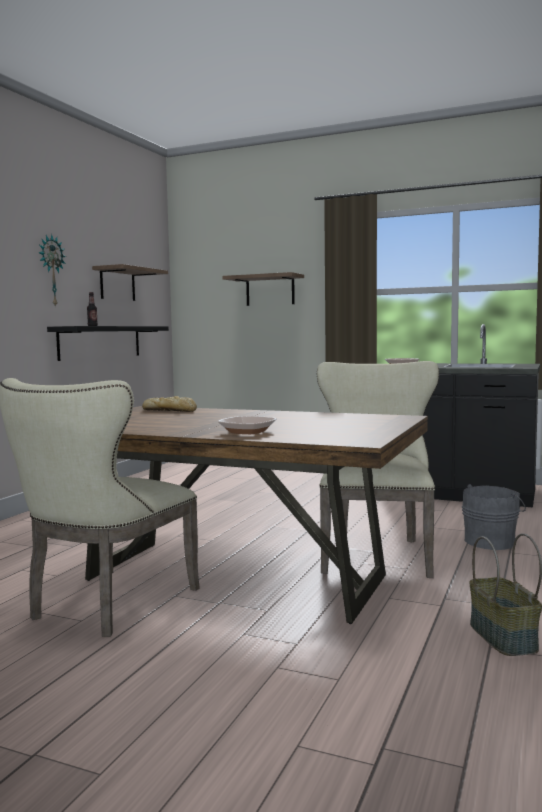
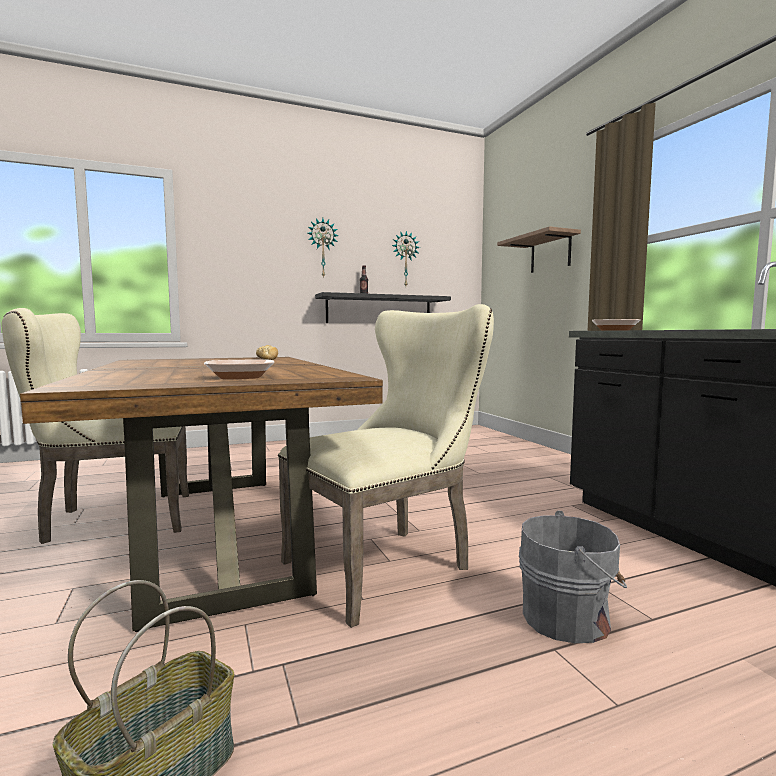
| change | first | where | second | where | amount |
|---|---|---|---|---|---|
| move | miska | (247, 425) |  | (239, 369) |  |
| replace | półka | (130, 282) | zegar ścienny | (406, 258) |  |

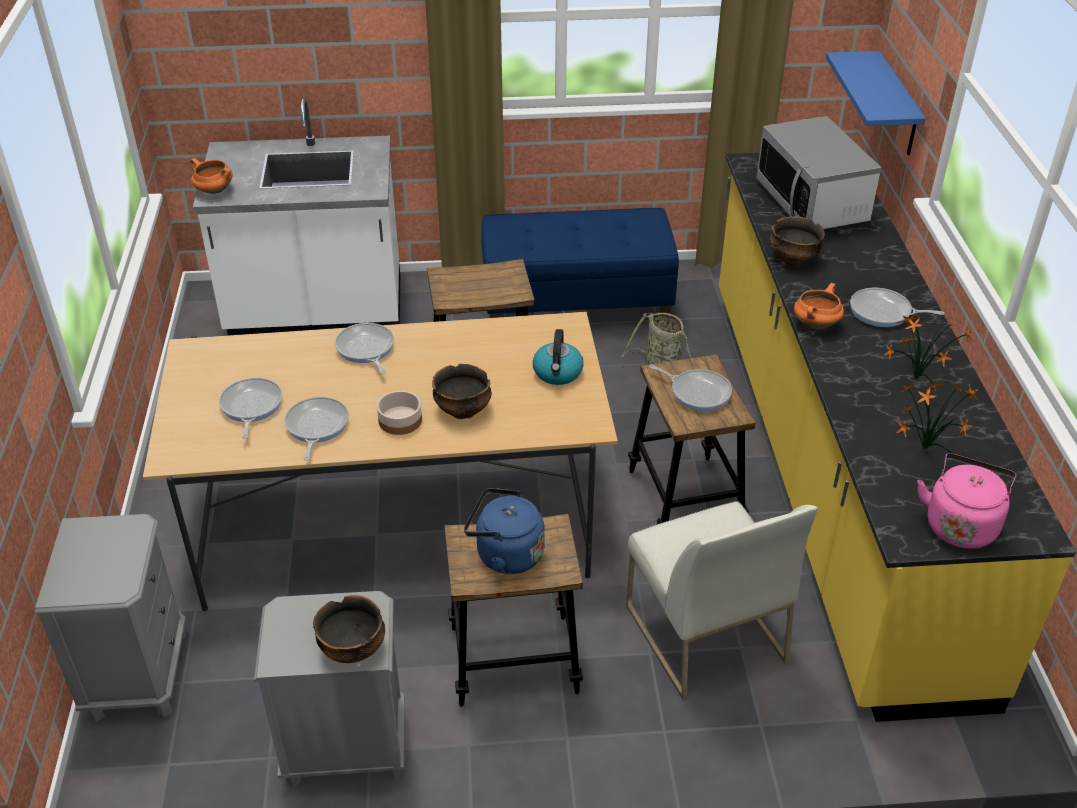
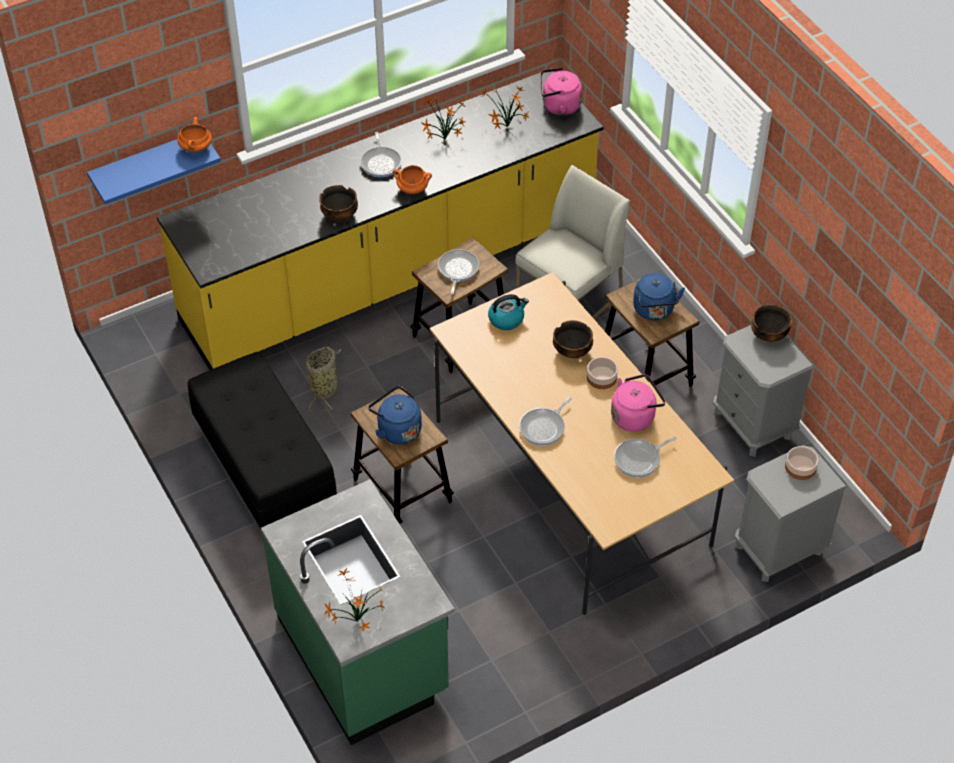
| change | first | where | second | where | amount |
|---|---|---|---|---|---|
| delete | mikrofalówka | (819, 172) |  |  |  |
| insert |  |  | roślina doniczkowa | (354, 600) |  |
| insert |  |  | czajnik [niebieski] | (395, 415) |  |
| insert |  |  | miska | (802, 463) |  |
| move | garnek [pomarańczowy] | (211, 176) |  | (194, 135) |  |
| replace | patelnia | (316, 428) | czajnik [różowy] | (638, 403) |  |
| recolor | zabudowa kuchenna [biały] | (296, 216) | zabudowa kuchenna [zielony] | (358, 612) |  |
| recolor | ławka [niebieski] | (580, 263) | ławka [czarny] | (262, 440) |  |

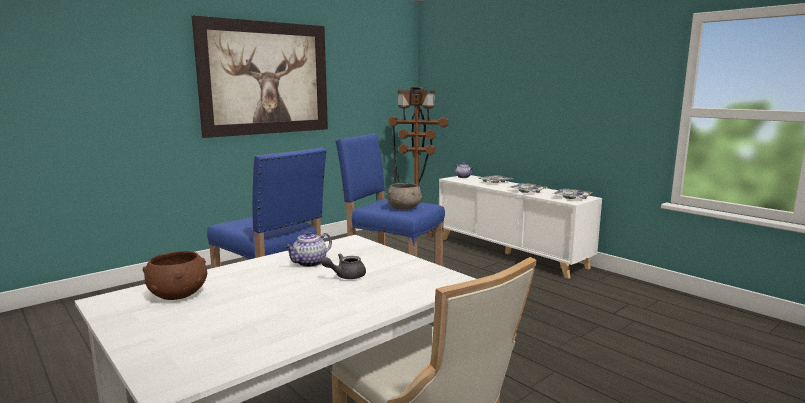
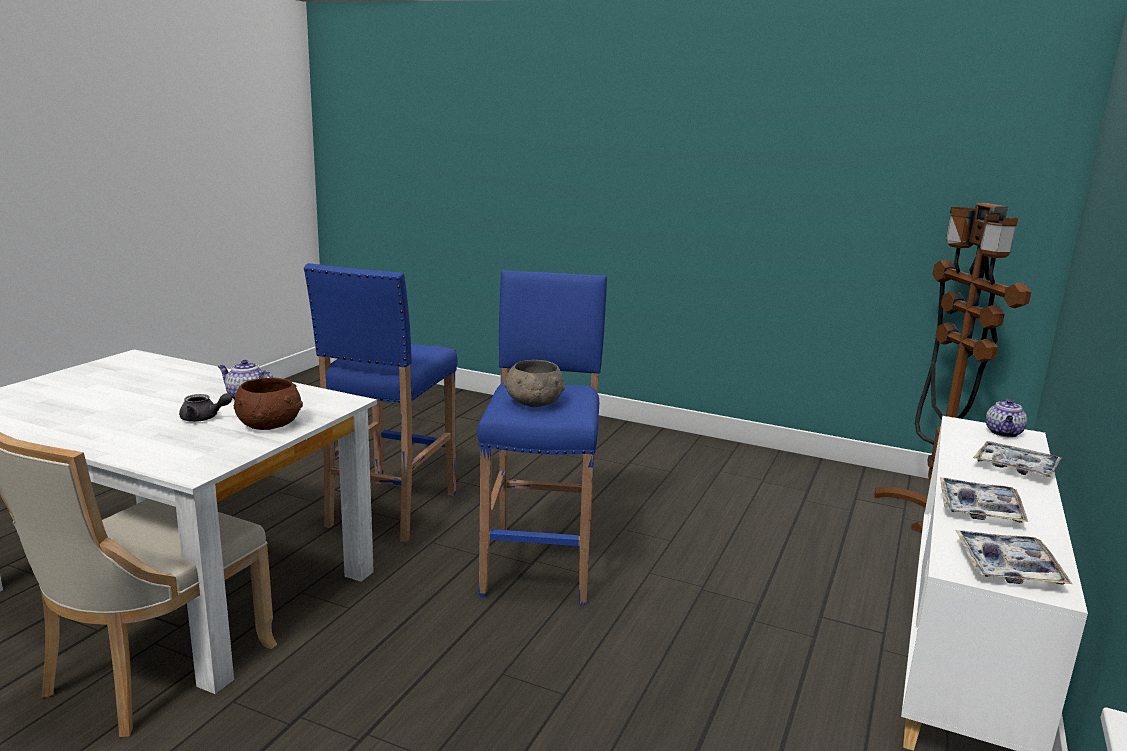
| change | first | where | second | where | amount |
|---|---|---|---|---|---|
| delete | obraz | (260, 76) |  |  |  |
| move | miska [brązowy] | (175, 275) |  | (268, 404) |  |
| rotate | imbryk [szary] | (343, 266) |  | (205, 407) | 150 degrees clockwise |

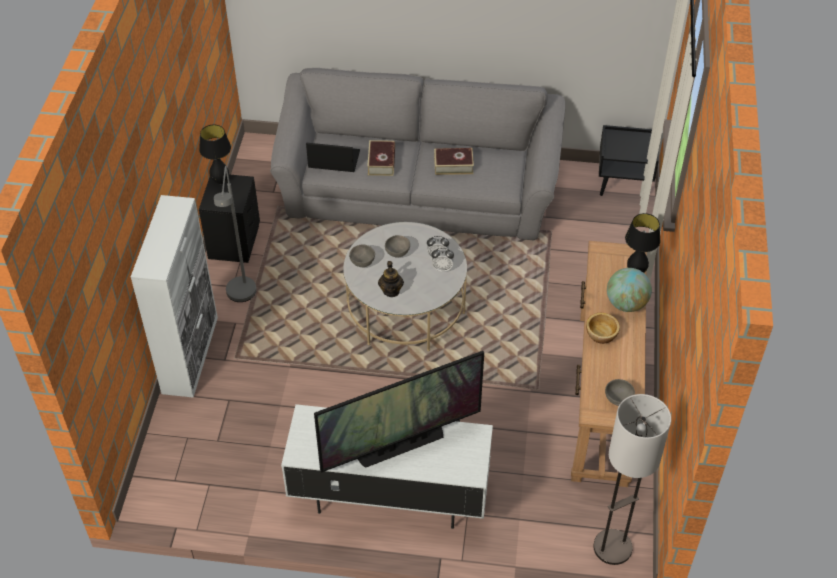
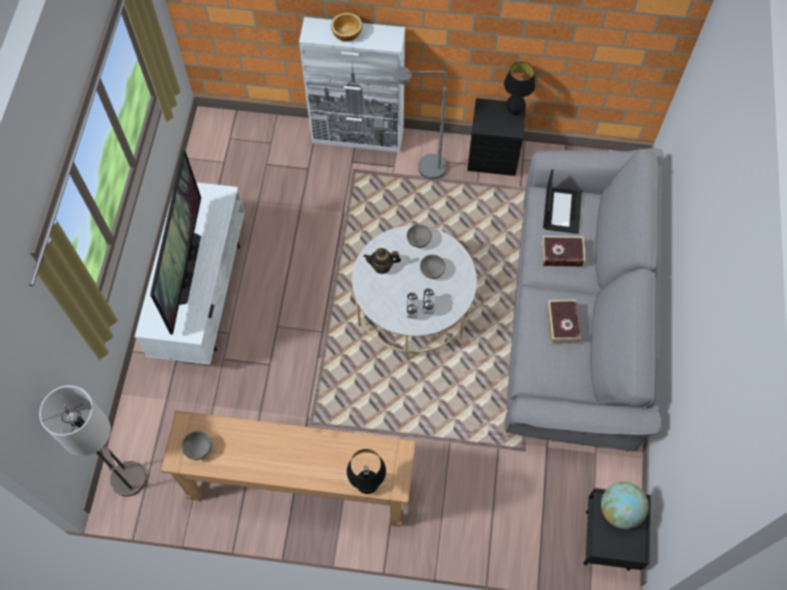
| change | first | where | second | where | amount |
|---|---|---|---|---|---|
| move | miska | (603, 328) |  | (346, 27) |  |
| move | globus | (629, 290) |  | (625, 505) |  |
| rotate | telewizor | (399, 412) |  | (175, 242) | 150 degrees counterclockwise |

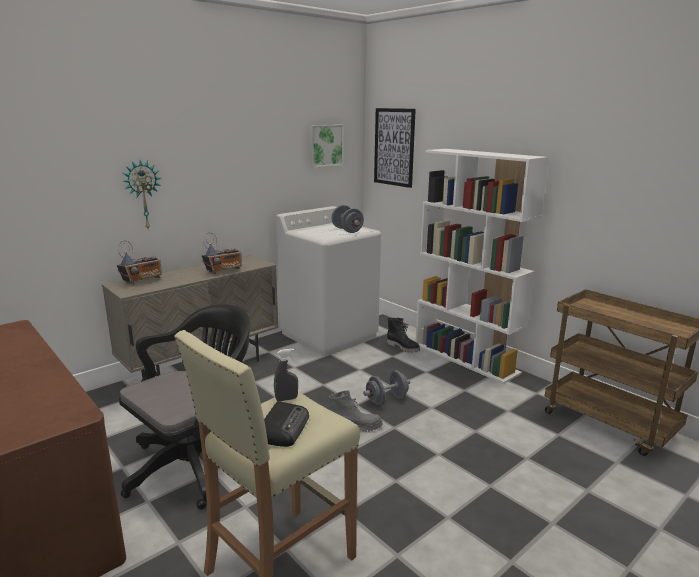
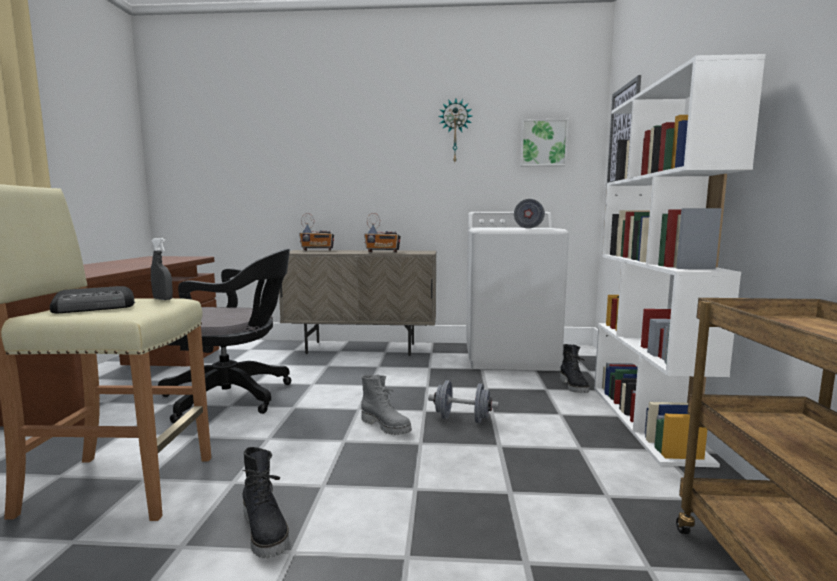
| change | first | where | second | where | amount |
|---|---|---|---|---|---|
| insert |  |  | but z cholewką [czarny] | (265, 502) |  |
| move | zegar ścienny | (142, 194) |  | (455, 130) |  |

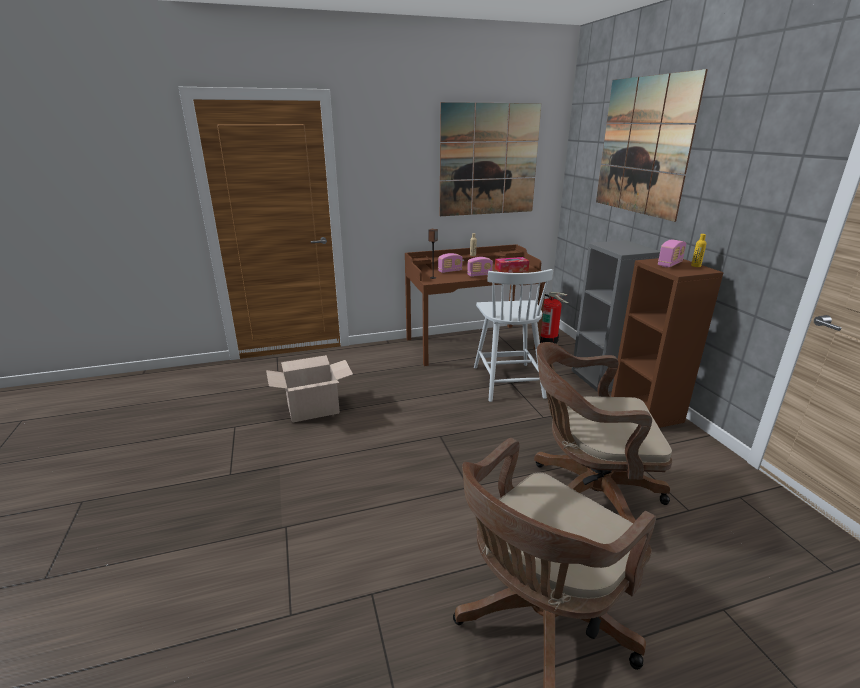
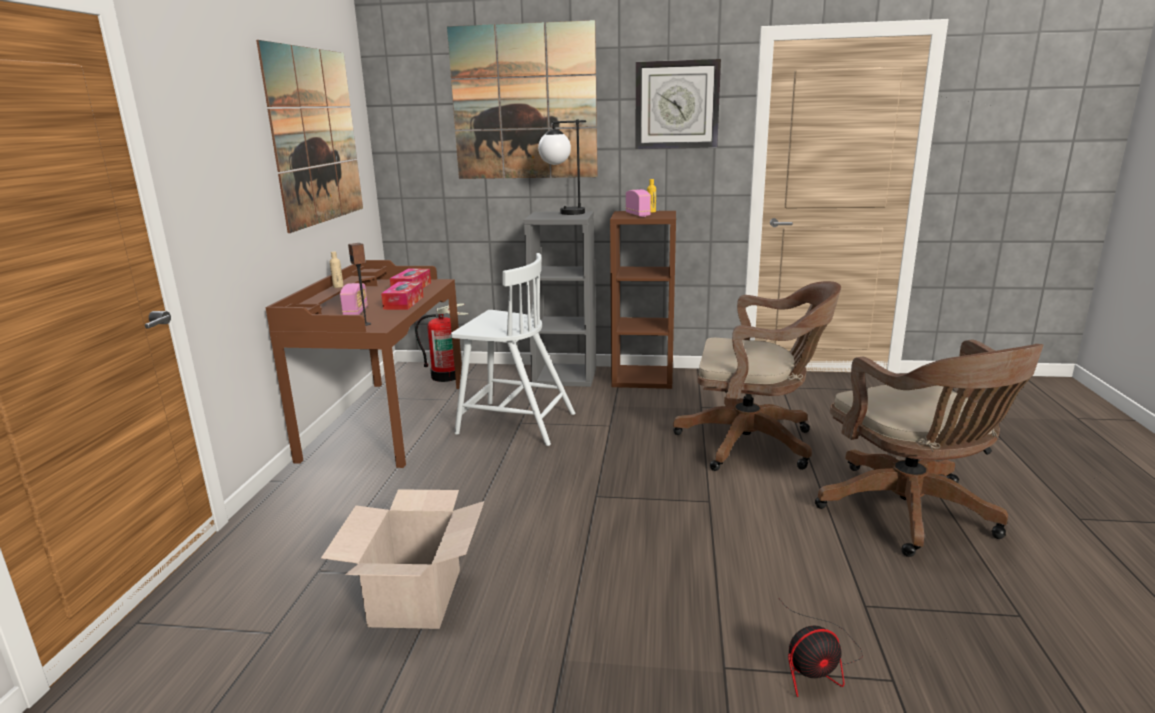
| change | first | where | second | where | amount |
|---|---|---|---|---|---|
| insert |  |  | lampa stołowa | (562, 167) |  |
| insert |  |  | zegar ścienny | (678, 104) |  |
| insert |  |  | wentylator | (821, 647) |  |
| replace | radio | (480, 267) | pudełko chusteczek | (402, 296) |  |
| rotate | krzesło biurowe [brązowy] | (603, 432) |  | (757, 376) | 105 degrees counterclockwise |

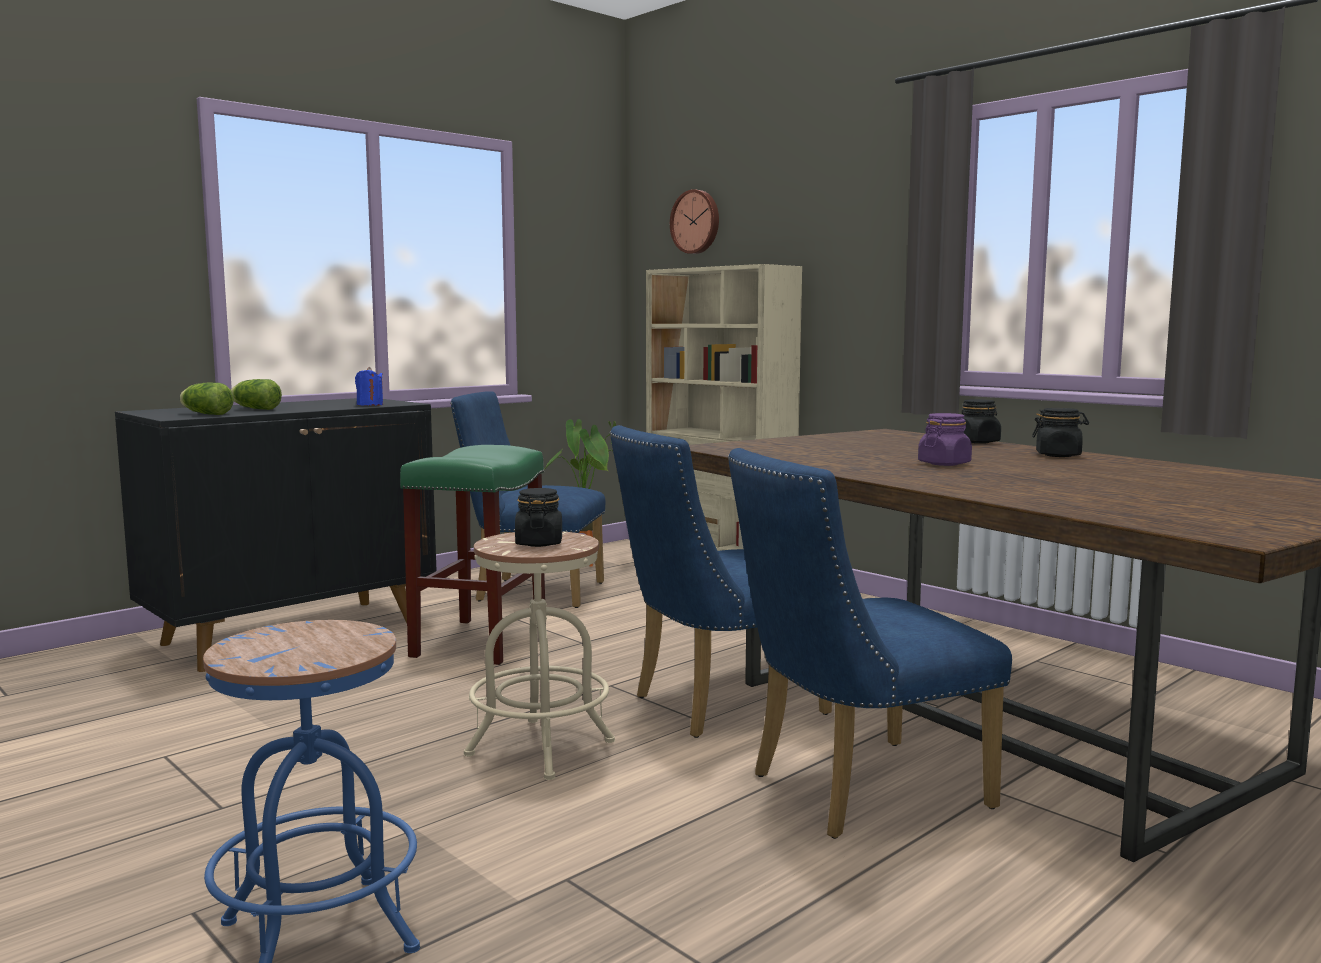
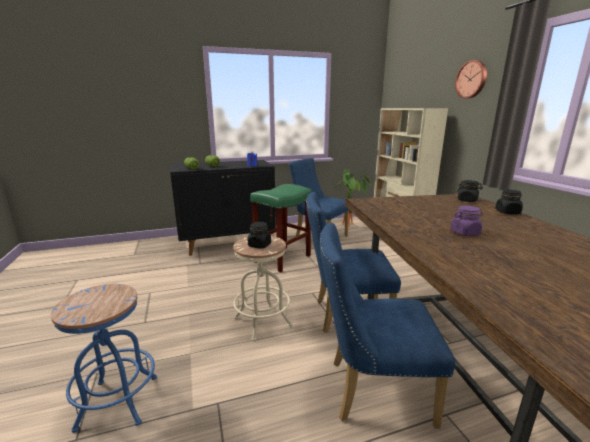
| change | first | where | second | where | amount |
|---|---|---|---|---|---|
| move | zegar ścienny | (694, 221) |  | (471, 79) |  |
| move | słoik [czarny] | (1060, 432) |  | (470, 191) |  |

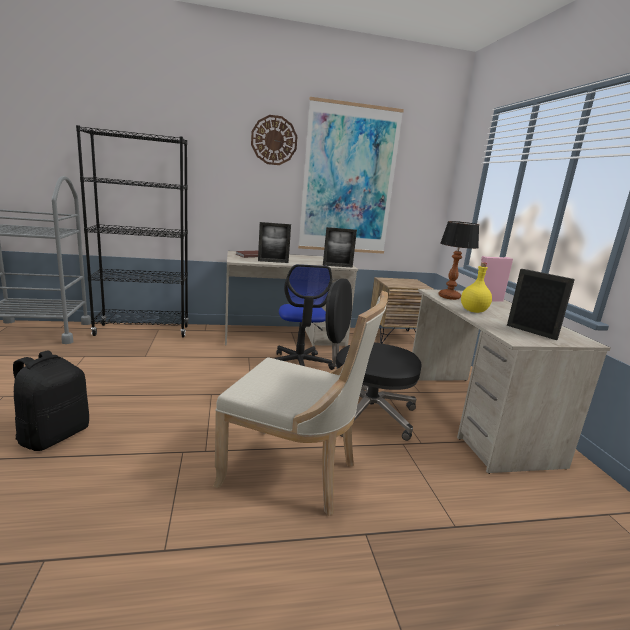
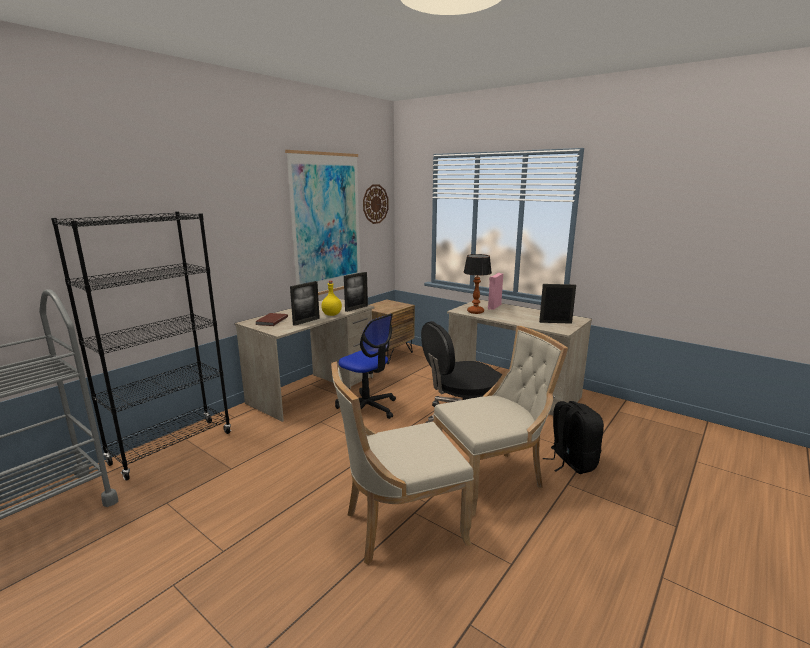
| change | first | where | second | where | amount |
|---|---|---|---|---|---|
| insert |  |  | krzesło [beżowy] | (402, 463) |  |
| move | plecak [czarny] | (51, 400) |  | (573, 437) |  |
| move | zegar ścienny | (274, 140) |  | (376, 204) |  |
| move | butelka [żółty] | (476, 287) |  | (331, 298) |  |

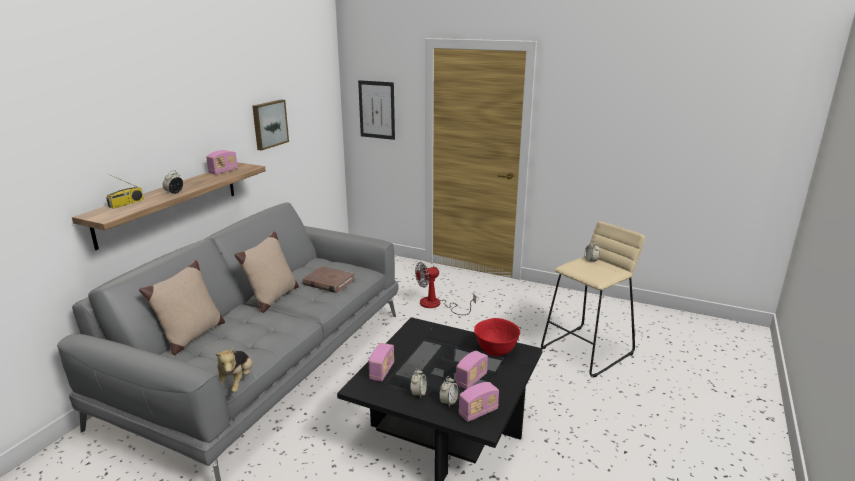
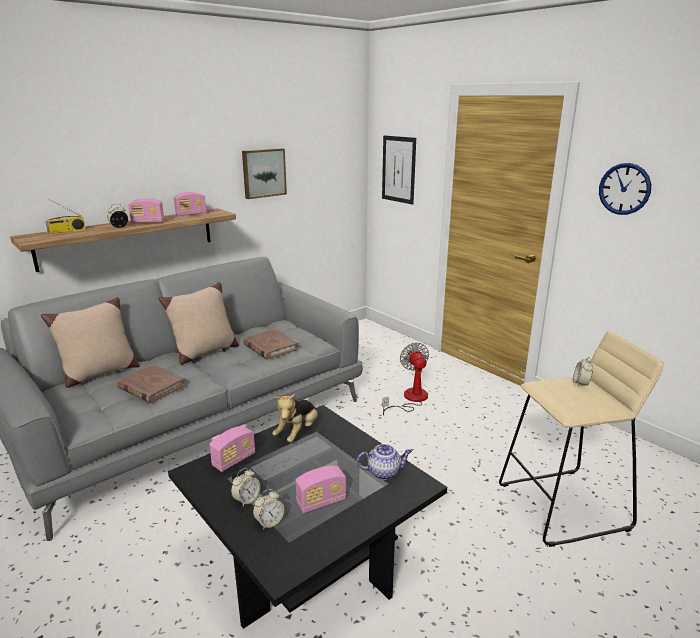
| change | first | where | second | where | amount |
|---|---|---|---|---|---|
| insert |  |  | książka [brązowy] | (151, 383) |  |
| insert |  |  | zegar ścienny | (625, 189) |  |
| move | pluszak | (234, 370) |  | (295, 418) |  |
| move | radio | (479, 402) |  | (146, 210) |  |
| replace | miska [czerwony] | (497, 337) | imbryk | (384, 462) |  |
| rotate | wentylator | (445, 288) |  | (405, 378) | 75 degrees clockwise |

